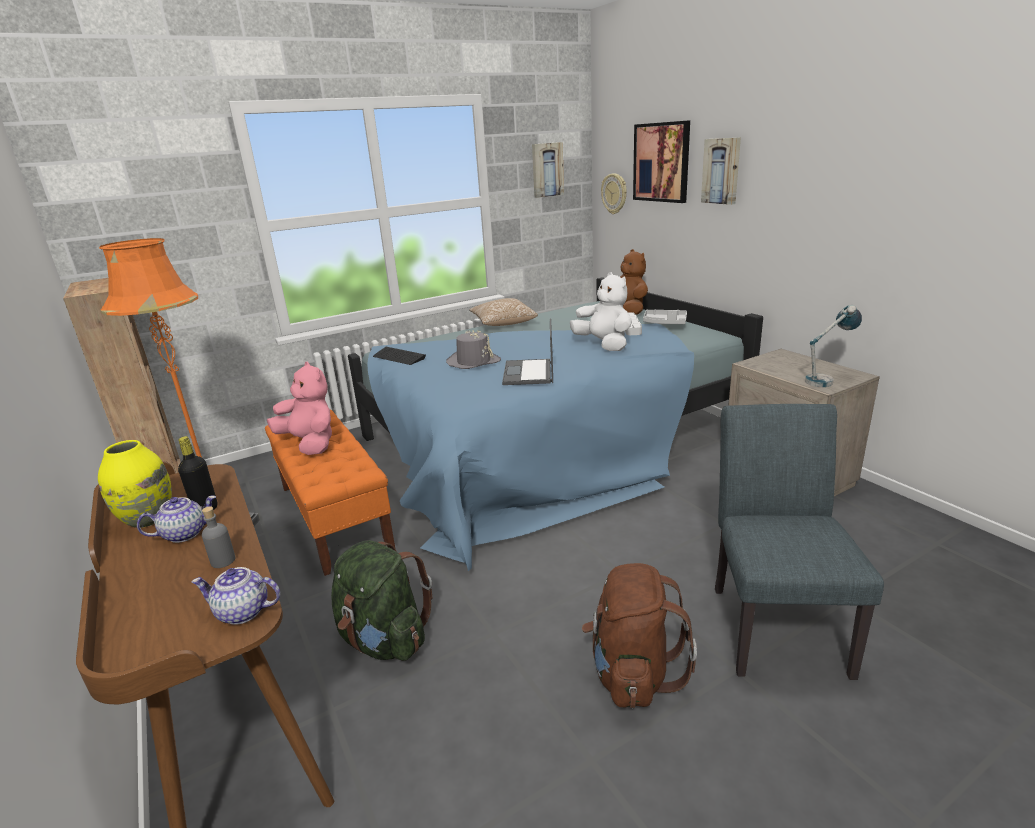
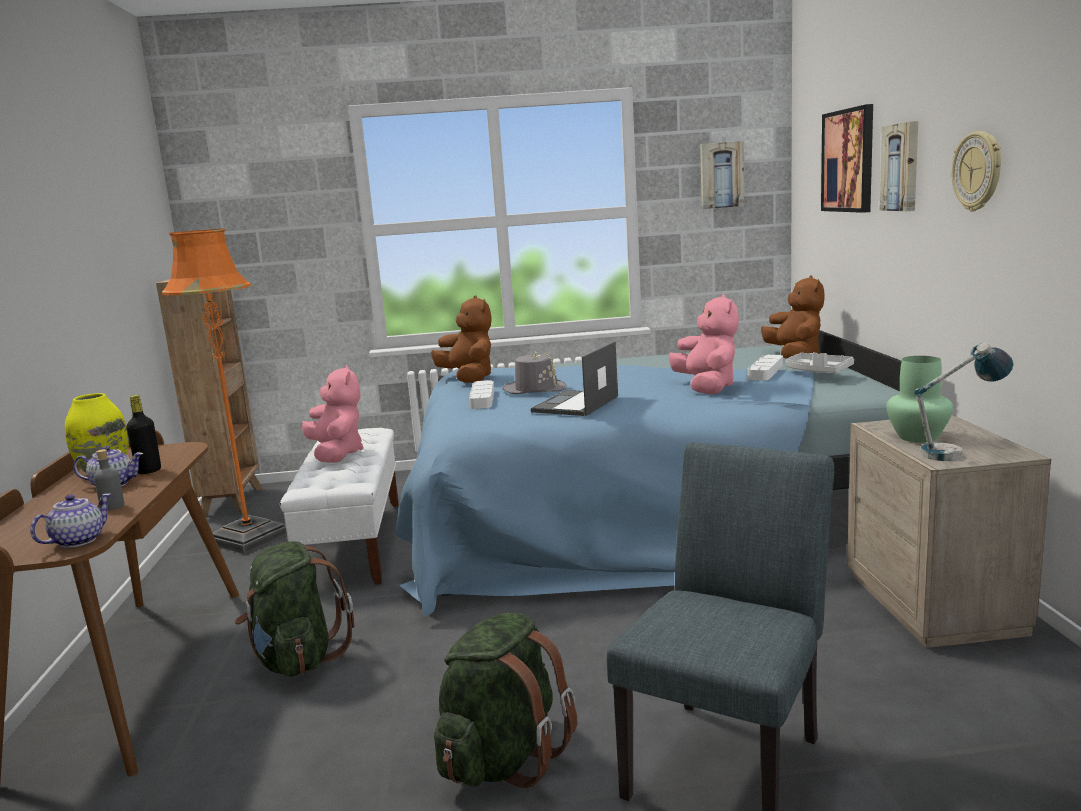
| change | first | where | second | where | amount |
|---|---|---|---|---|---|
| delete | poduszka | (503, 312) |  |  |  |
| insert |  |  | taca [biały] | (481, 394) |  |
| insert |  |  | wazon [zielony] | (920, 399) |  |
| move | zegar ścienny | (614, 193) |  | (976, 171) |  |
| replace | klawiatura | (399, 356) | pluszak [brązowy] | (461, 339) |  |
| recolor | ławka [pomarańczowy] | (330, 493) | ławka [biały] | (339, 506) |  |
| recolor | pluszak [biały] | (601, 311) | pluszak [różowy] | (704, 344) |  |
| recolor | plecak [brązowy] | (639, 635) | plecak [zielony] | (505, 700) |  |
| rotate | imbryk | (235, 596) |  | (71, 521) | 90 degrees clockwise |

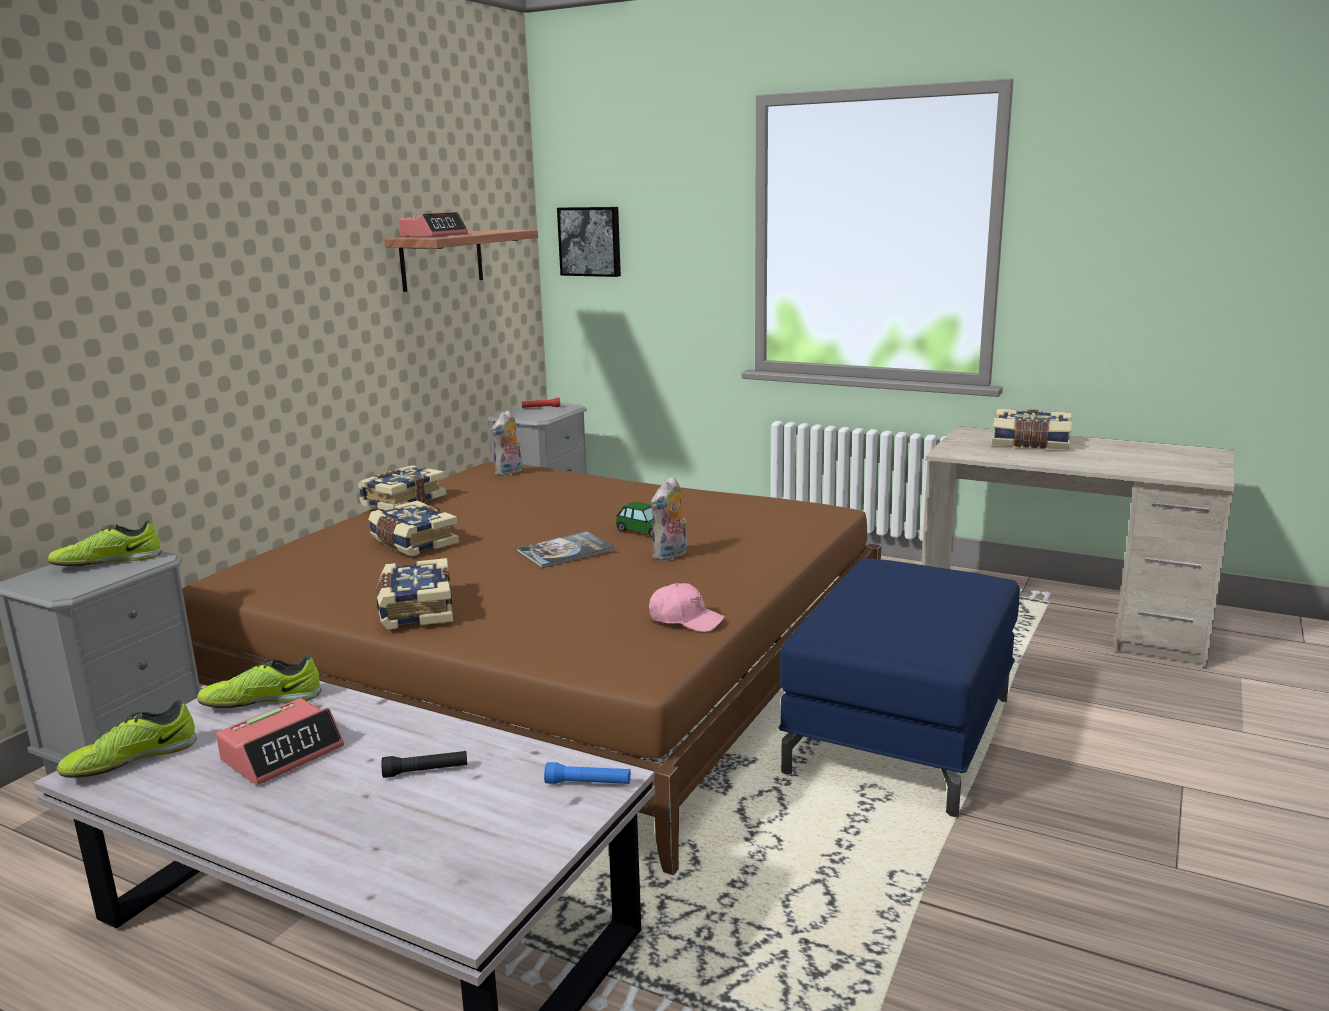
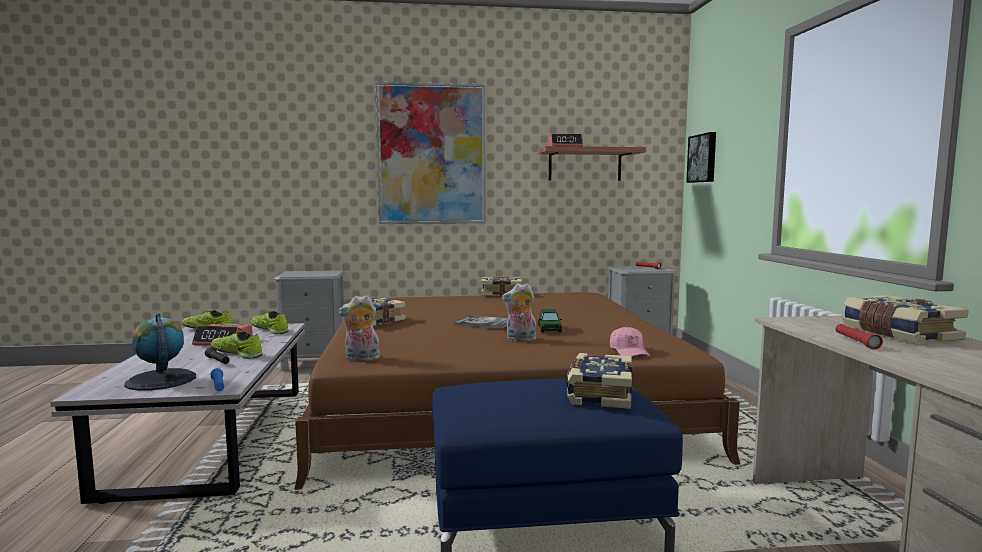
| change | first | where | second | where | amount |
|---|---|---|---|---|---|
| insert |  |  | globus | (160, 352) |  |
| insert |  |  | obraz | (431, 153) |  |
| insert |  |  | latarka [czerwony] | (859, 337) |  |
| move | but | (104, 543) |  | (237, 345) |  |
| move | książka | (413, 528) |  | (599, 381) |  |
| move | pluszak | (506, 443) |  | (359, 328) |  |
| move | czapka z daszkiem [różowy] | (687, 607) |  | (630, 341) |  |

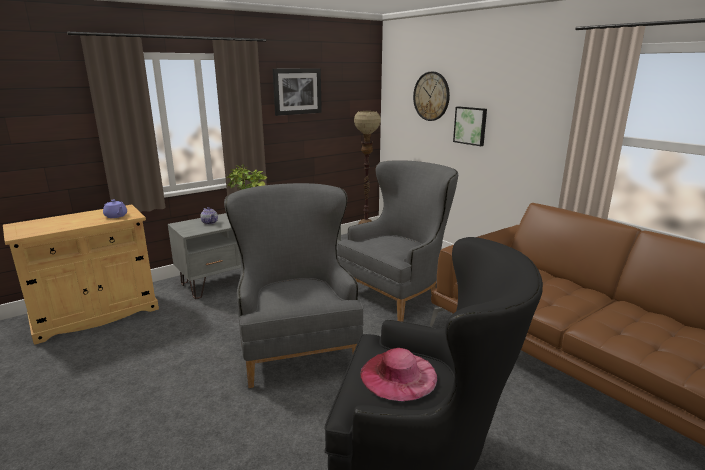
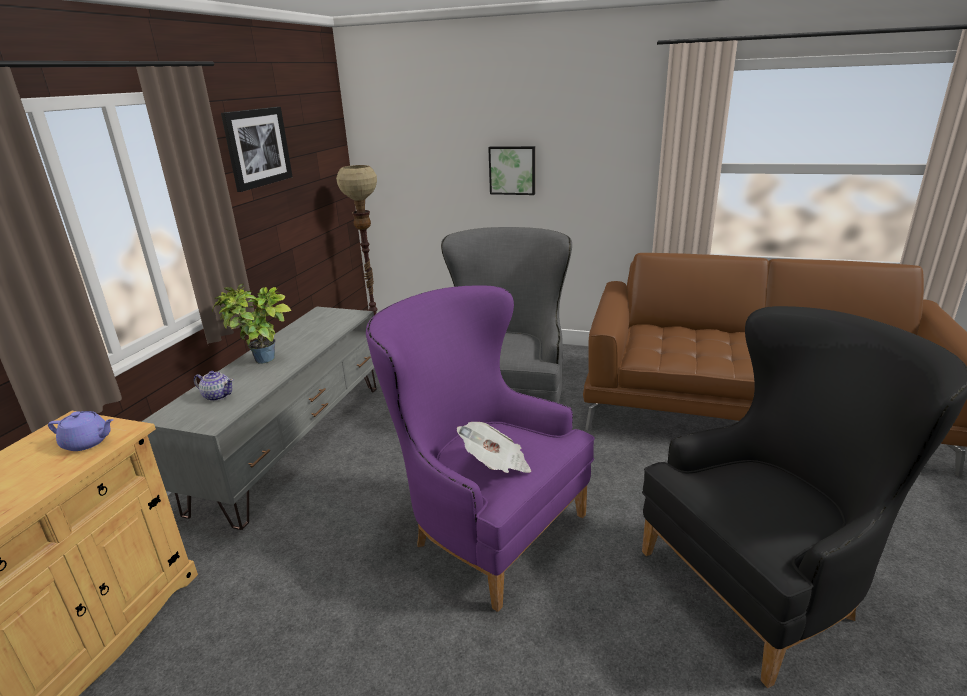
| change | first | where | second | where | amount |
|---|---|---|---|---|---|
| delete | kapelusz [różowy] | (398, 374) |  |  |  |
| delete | zegar ścienny | (431, 96) |  |  |  |
| insert |  |  | gazeta | (494, 447) |  |
| recolor | fotel [szary] | (294, 285) | fotel [fioletowy] | (480, 448) |  |

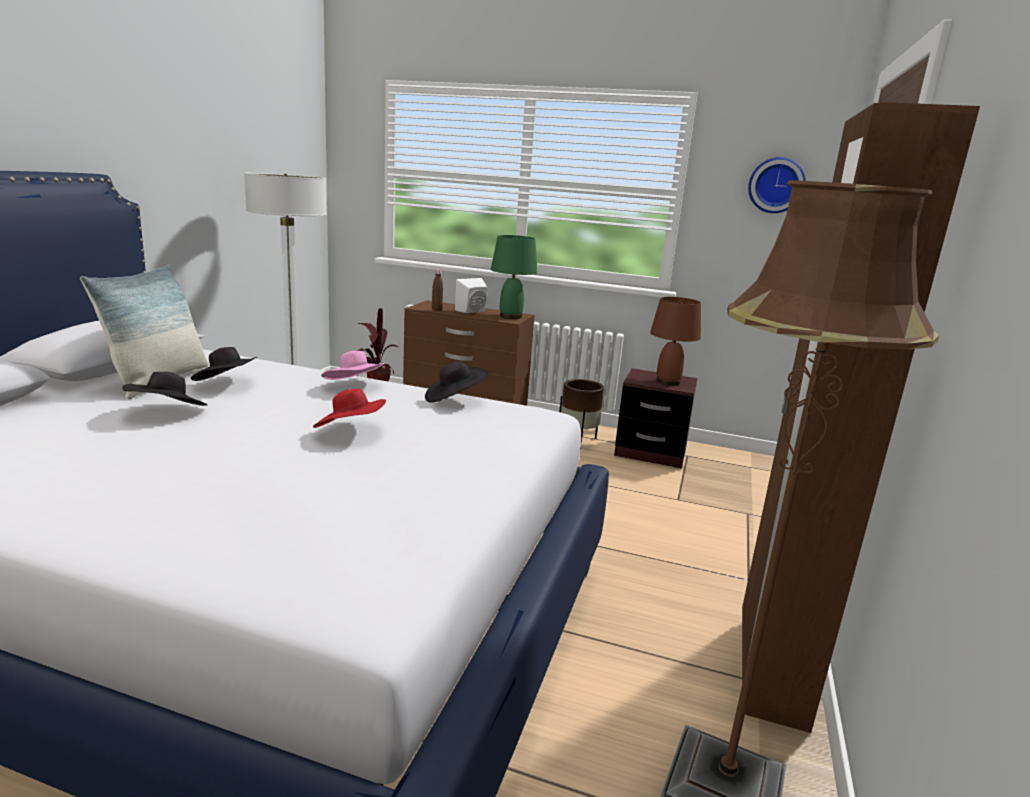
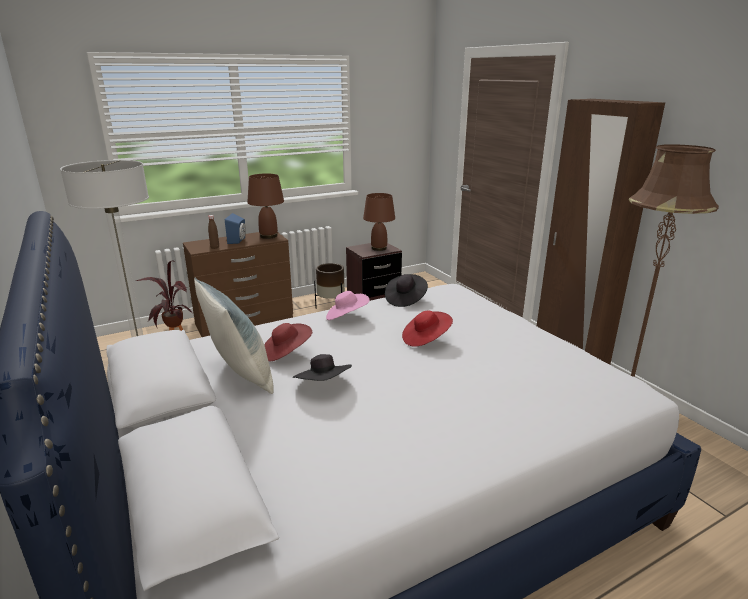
| change | first | where | second | where | amount |
|---|---|---|---|---|---|
| delete | zegar ścienny | (777, 185) |  |  |  |
| recolor | kapelusz [czarny] | (224, 364) | kapelusz [czerwony] | (288, 342) |  |
| recolor | głośnik [biały] | (471, 295) | głośnik [niebieski] | (235, 228) |  |
| recolor | lampa stołowa [zielony] | (514, 277) | lampa stołowa [brązowy] | (265, 206) |  |

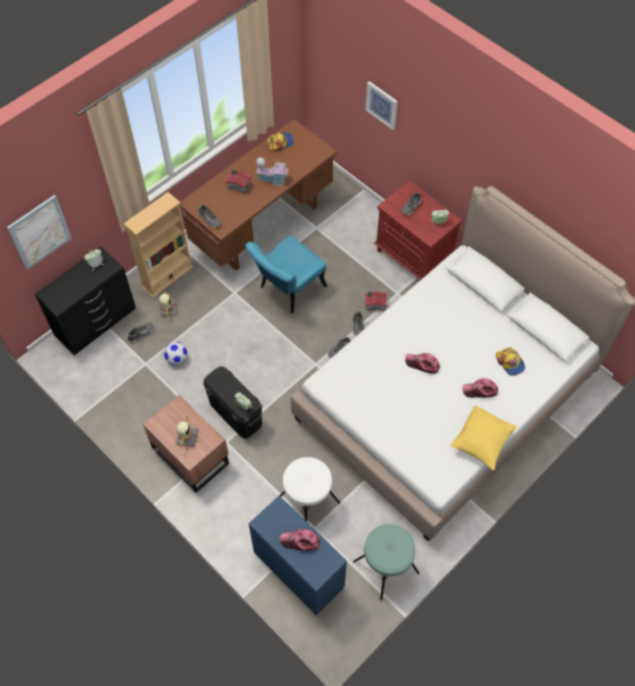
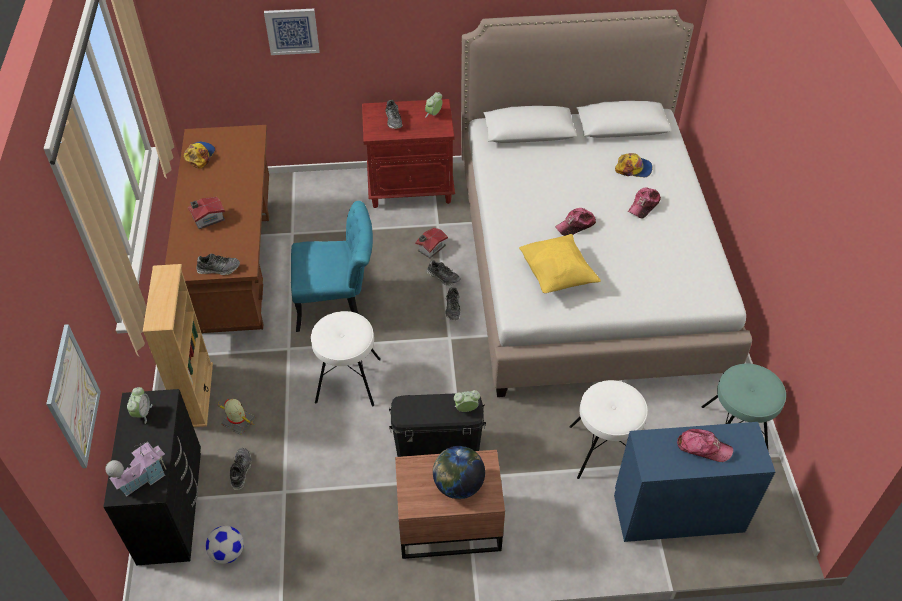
| change | first | where | second | where | amount |
|---|---|---|---|---|---|
| insert |  |  | stołek [biały] | (346, 358) |  |
| move | piłka futbolowa | (176, 353) |  | (225, 545) |  |
| move | domek | (272, 171) |  | (135, 469) |  |
| move | poduszka [żółty] | (484, 437) |  | (560, 263) |  |
| replace | robot zabawkowy | (187, 432) | globus | (459, 472) |  |
| rotate | krzesło [turkusowy] | (286, 274) |  | (332, 266) | 90 degrees counterclockwise |
| rotate | czapka z daszkiem | (300, 540) |  | (705, 445) | 120 degrees counterclockwise |

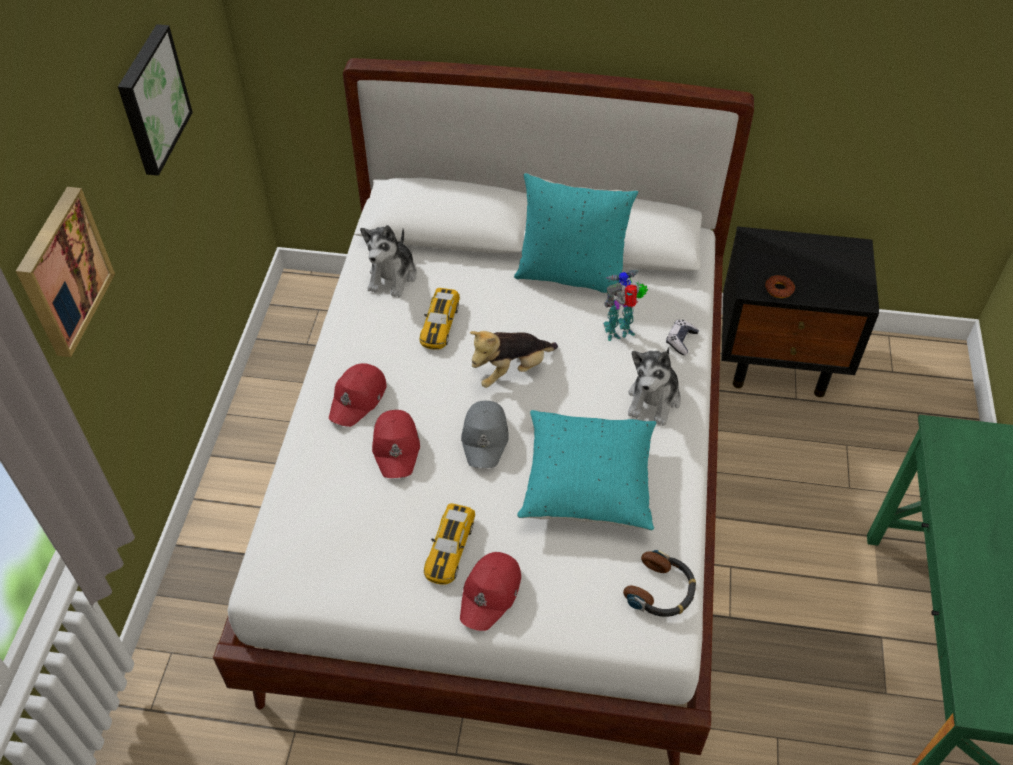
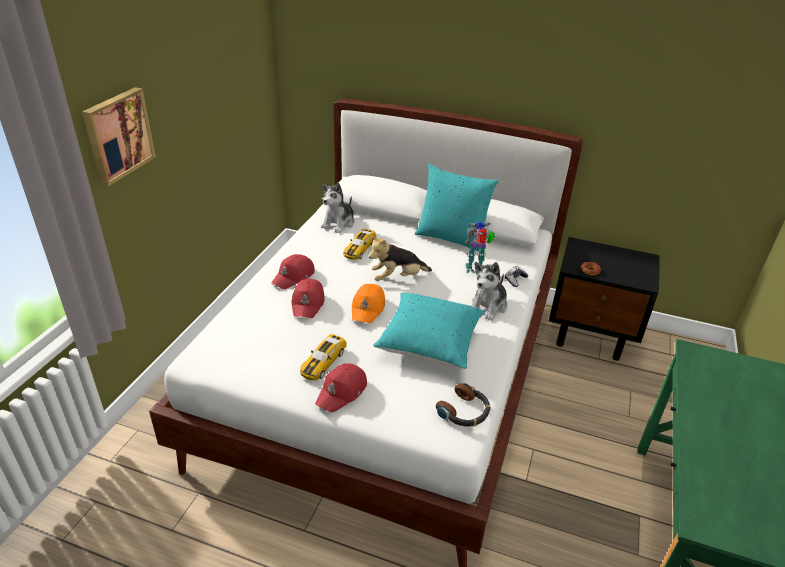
| change | first | where | second | where | amount |
|---|---|---|---|---|---|
| delete | obraz | (155, 100) |  |  |  |
| recolor | czapka z daszkiem [szary] | (485, 434) | czapka z daszkiem [pomarańczowy] | (368, 303) |  |

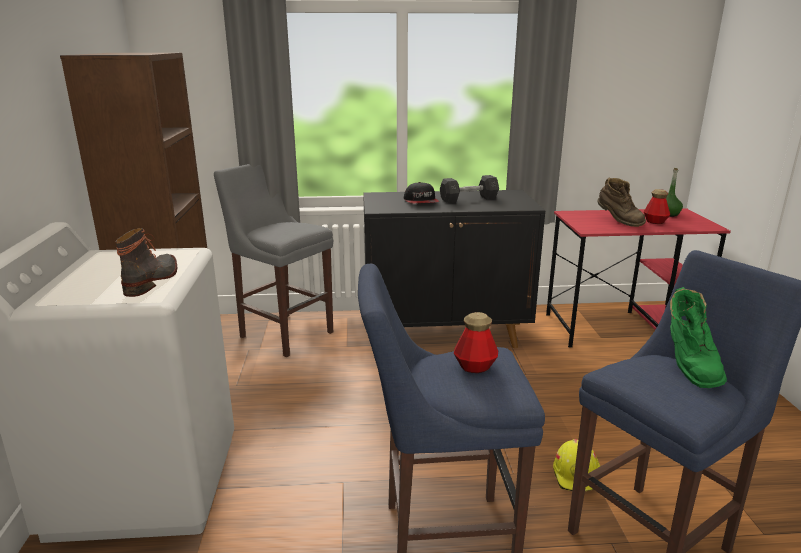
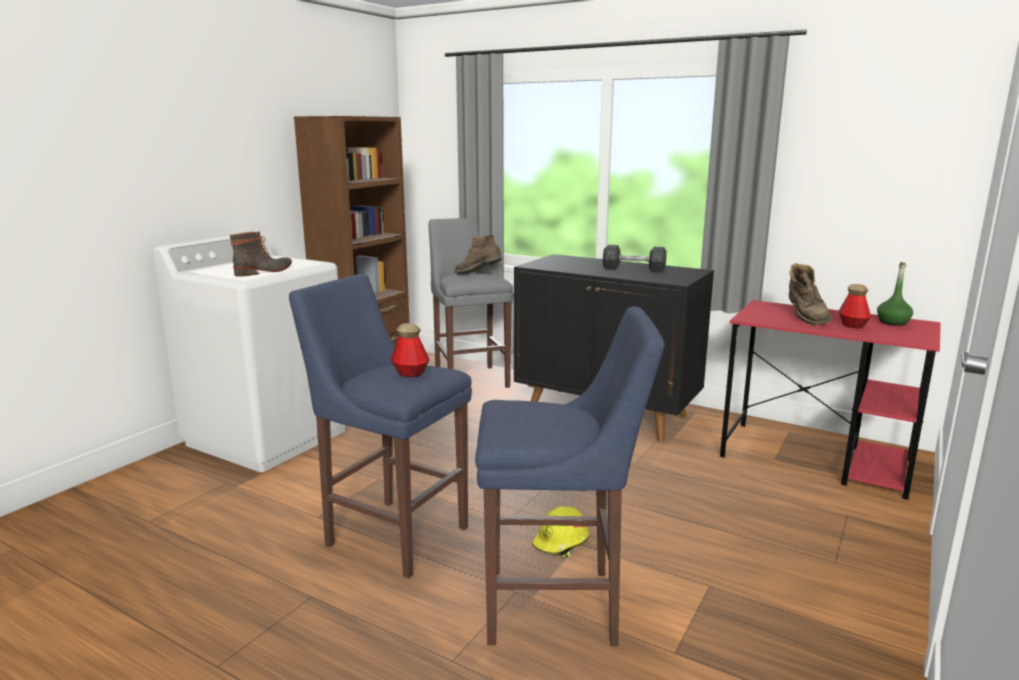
| change | first | where | second | where | amount |
|---|---|---|---|---|---|
| delete | czapka z daszkiem | (421, 192) |  |  |  |
| delete | but z cholewką [zielony] | (698, 337) |  |  |  |
| insert |  |  | but z cholewką [brązowy] | (478, 254) |  |

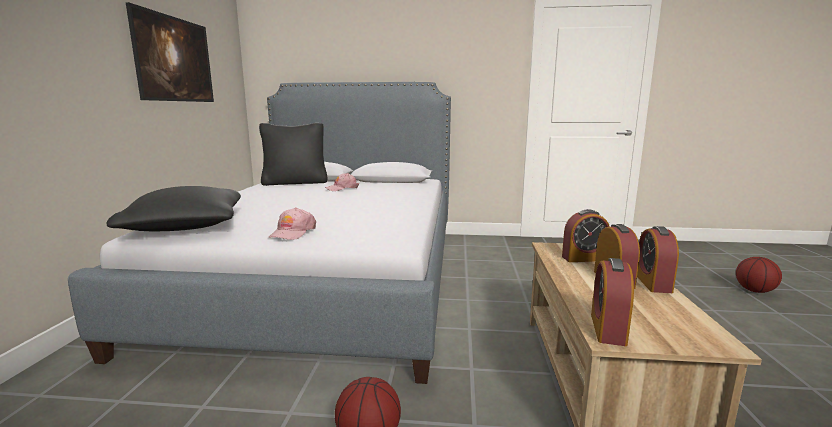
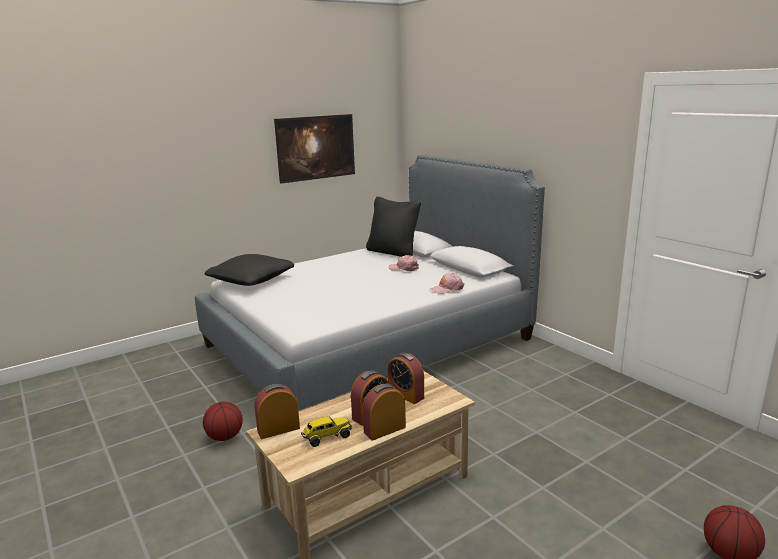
| change | first | where | second | where | amount |
|---|---|---|---|---|---|
| insert |  |  | ciężarówka zabawkowa | (326, 431) |  |
| move | czapka z daszkiem [różowy] | (292, 223) |  | (447, 283) |  |

